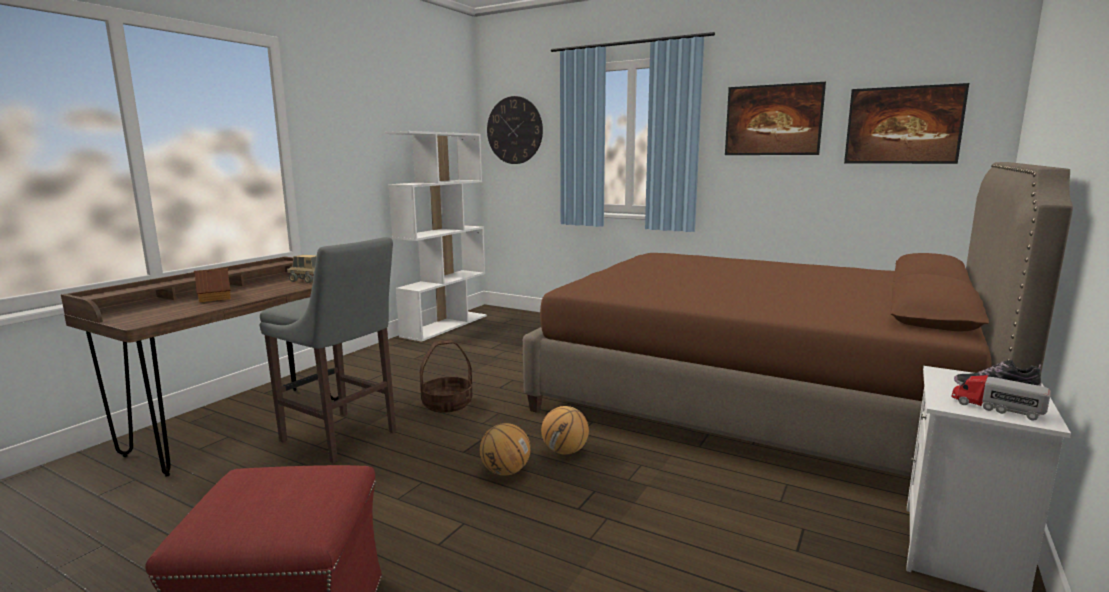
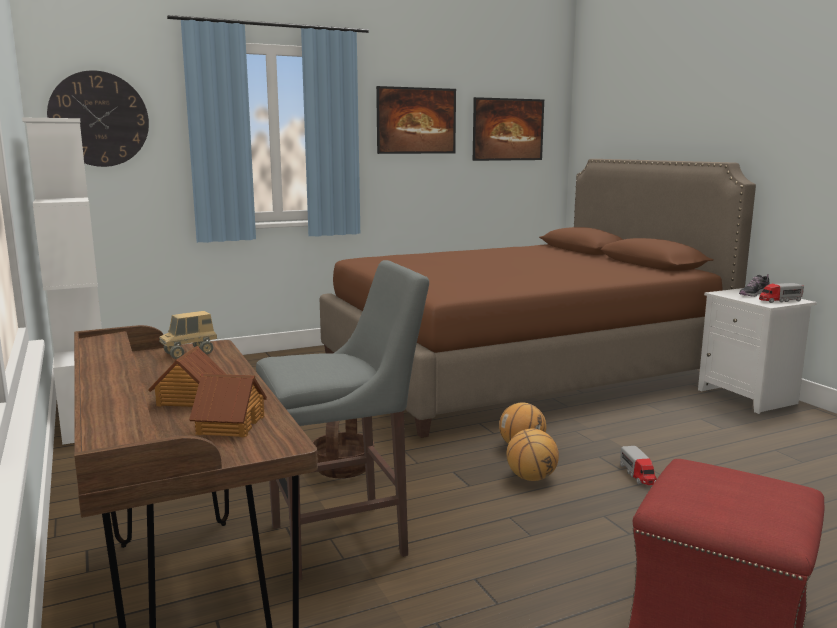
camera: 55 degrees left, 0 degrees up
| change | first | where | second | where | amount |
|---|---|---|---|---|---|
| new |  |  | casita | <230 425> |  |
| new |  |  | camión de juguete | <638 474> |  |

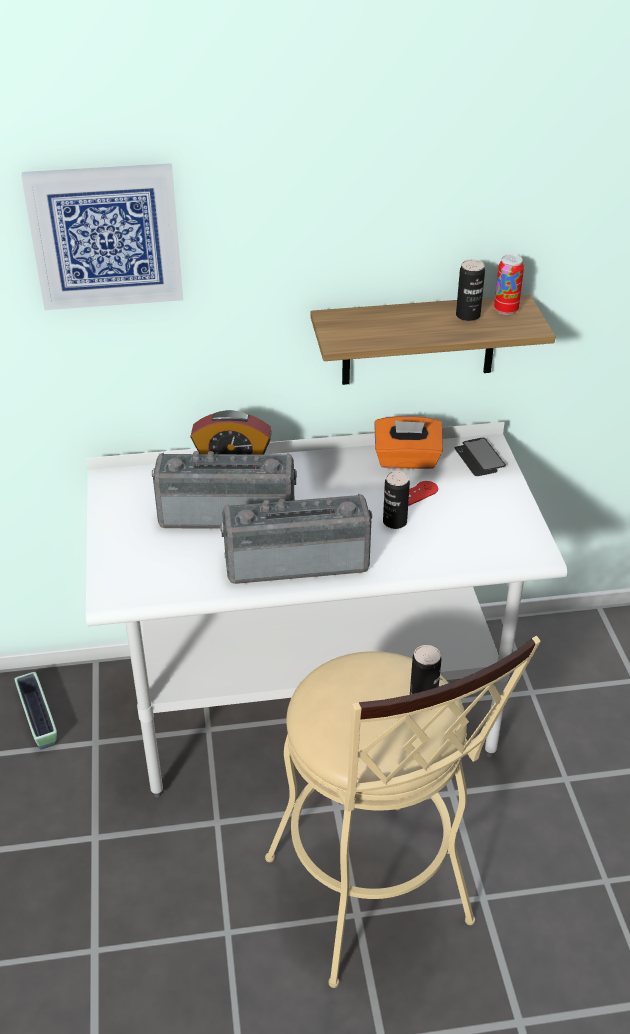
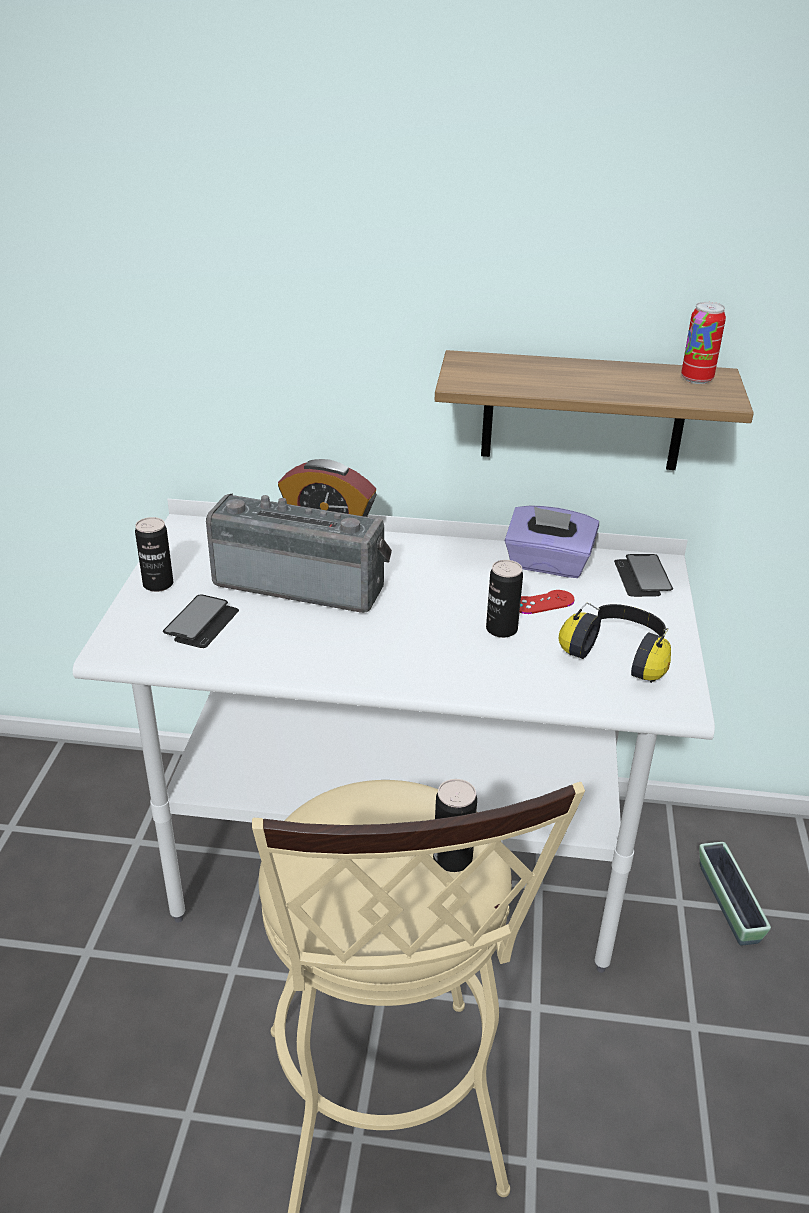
camera: 15 degrees right, 5 degrees down
| change | first | where | second | where | amount |
|---|---|---|---|---|---|
| shifted | maceta | <38 719> |  | <728 903> |  |
| gone | cuadro | <106 236> |  |  |  |
| gone | radio | <296 560> |  |  |  |
| repainted | caja de pañuelos/naranja | <407 460> | caja de pañuelos/morado | <548 564> |  |
| shifted | lata | <468 316> |  | <158 584> |  |
| new |  |  | móvil | <202 623> |  |
| new |  |  | auriculares | <618 655> |  |

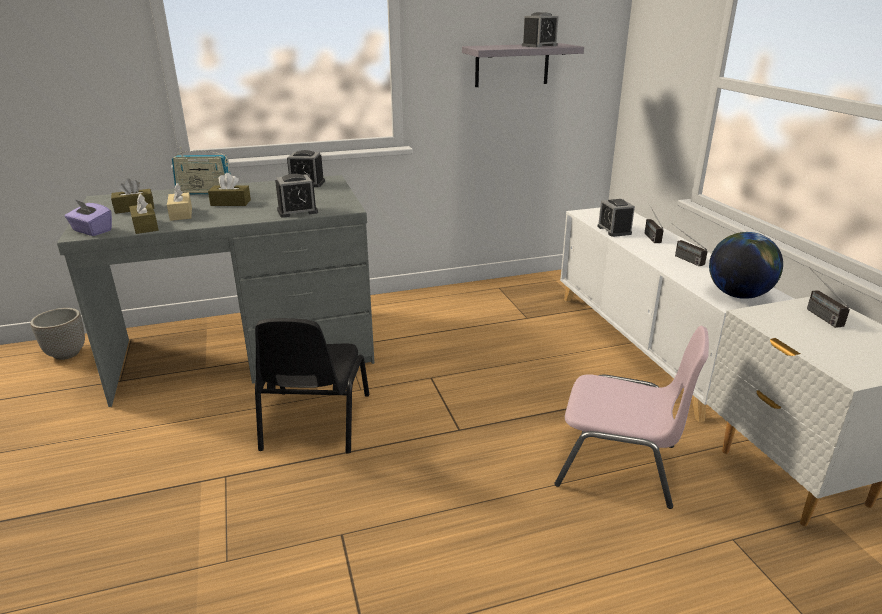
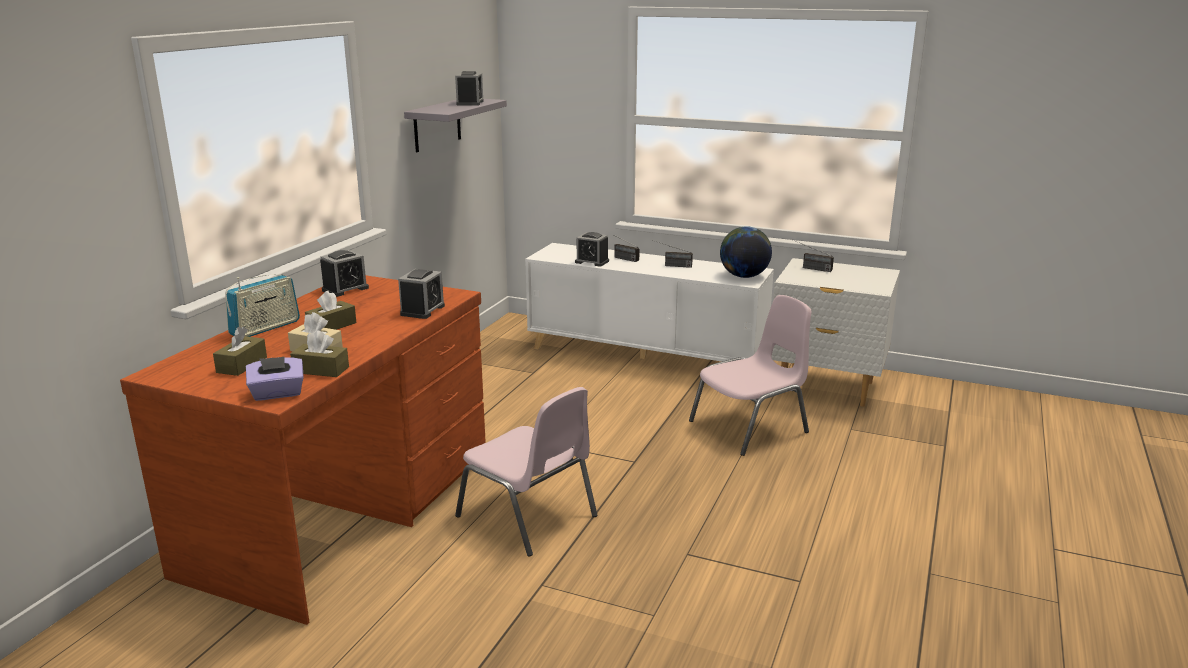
camera: 50 degrees left, 5 degrees down
| change | first | where | second | where | amount |
|---|---|---|---|---|---|
| gone | maceta | <67 354> |  |  |  |
| repainted | escritorio/gris | <246 352> | escritorio/marrón | <345 512> |  |
| repainted | silla/negro | <314 422> | silla/rosa | <528 517> |  |

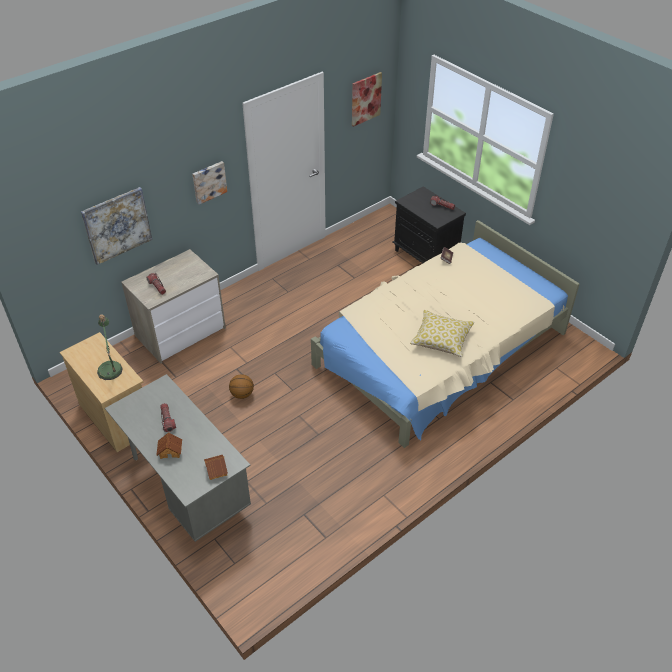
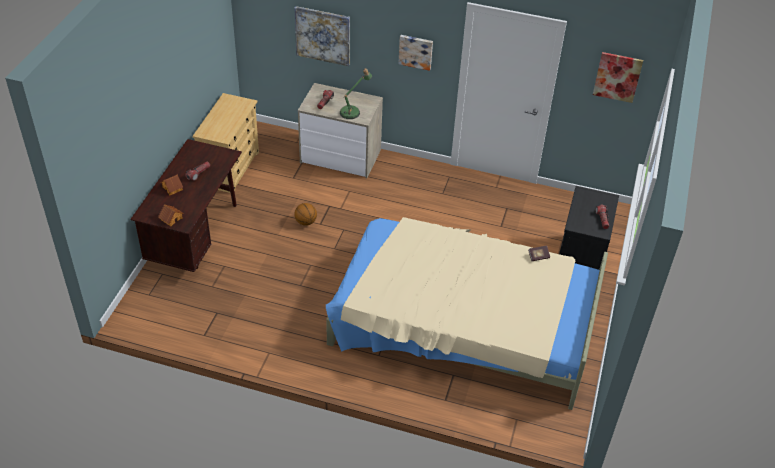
camera: 55 degrees right, 0 degrees up
| change | first | where | second | where | amount |
|---|---|---|---|---|---|
| shifted | lámpara de mesa | <110 367> |  | <352 111> |  |
| repainted | escritorio/gris | <186 488> | escritorio/marrón | <195 237> |  |
| gone | cojín | <441 339> |  |  |  |

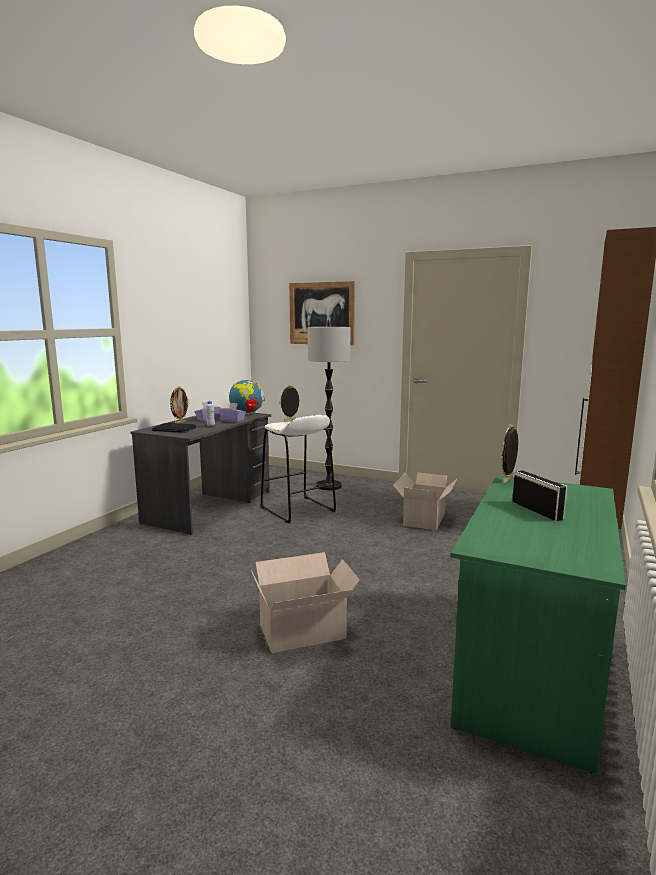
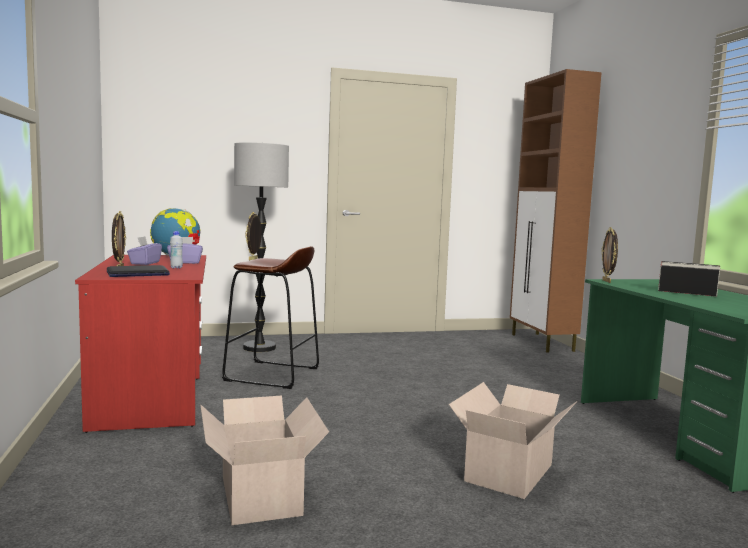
camera: 40 degrees left, 5 degrees down
| change | first | where | second | where | amount |
|---|---|---|---|---|---|
| repainted | escritorio/gris | <210 507> | escritorio/rojo | <152 393> |  |
| repainted | taburete/blanco | <297 509> | taburete/marrón | <272 374> |  |
| gone | cuadro | <321 313> |  |  |  |
| shifted | caja de cartón | <425 519> |  | <261 493> |  |

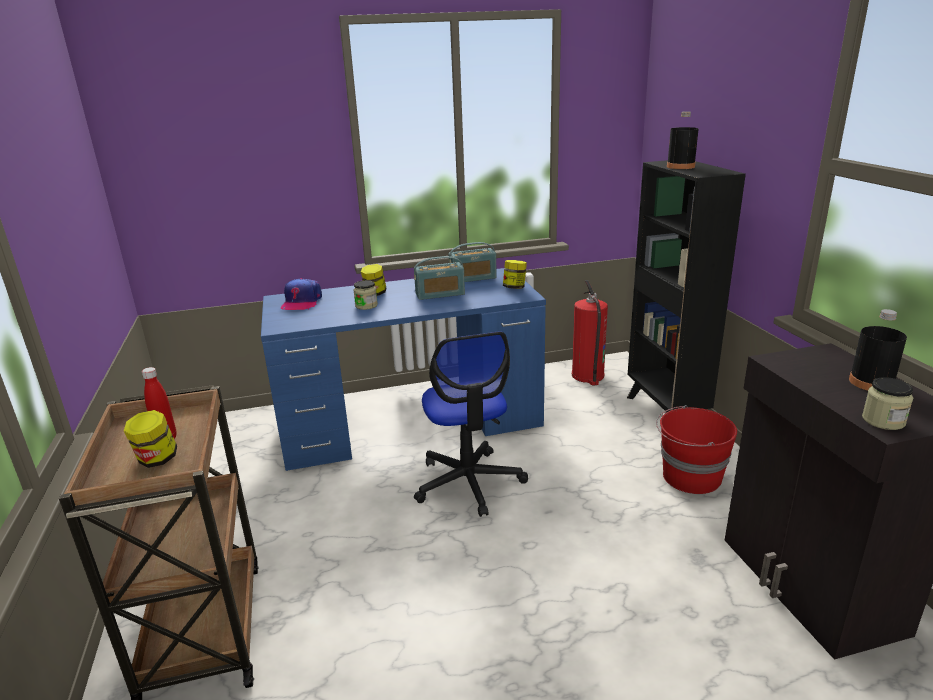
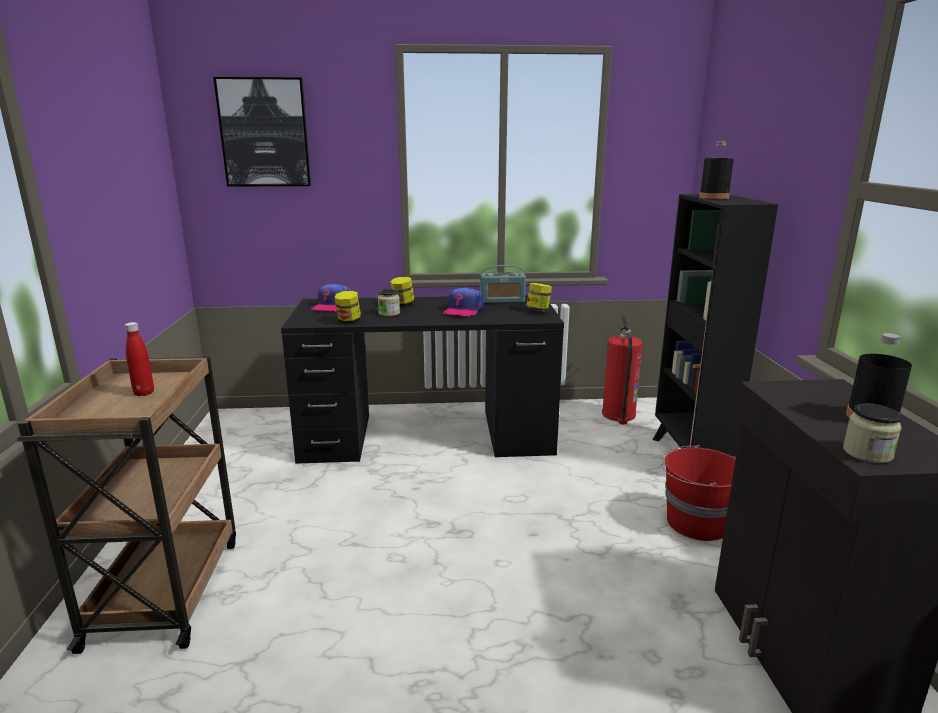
camera: 10 degrees right, 5 degrees down
| change | first | where | second | where | amount |
|---|---|---|---|---|---|
| shifted | tarro | <157 459> |  | <349 321> |  |
| repainted | escritorio/azul | <411 421> | escritorio/negro | <428 435> |  |
| swapped | radio | <440 294> | gorra | <463 310> |  |
| gone | silla de oficina | <469 482> |  |  |  |
| new |  |  | cuadro | <264 133> |  |

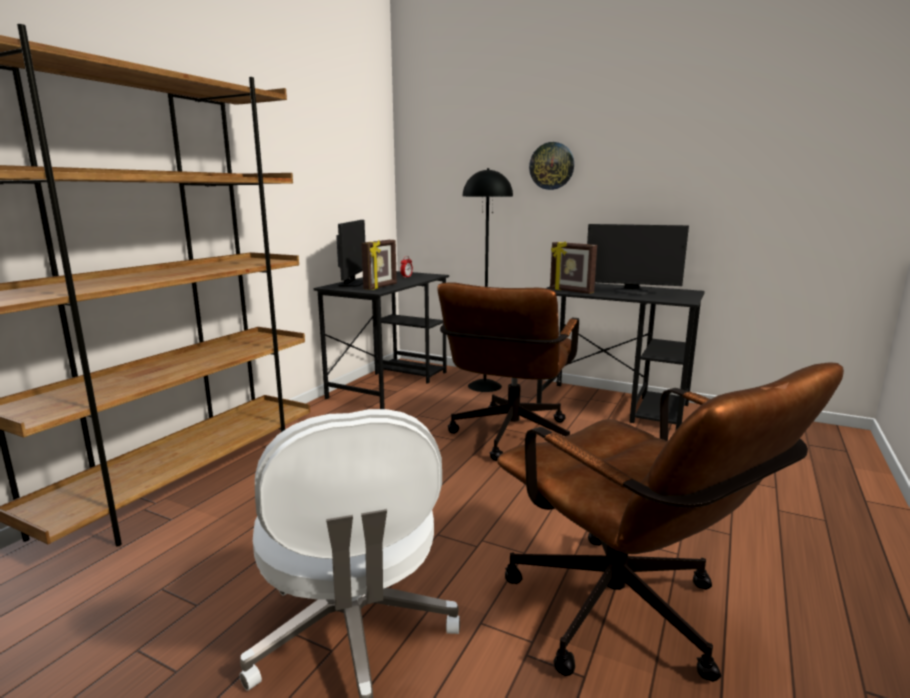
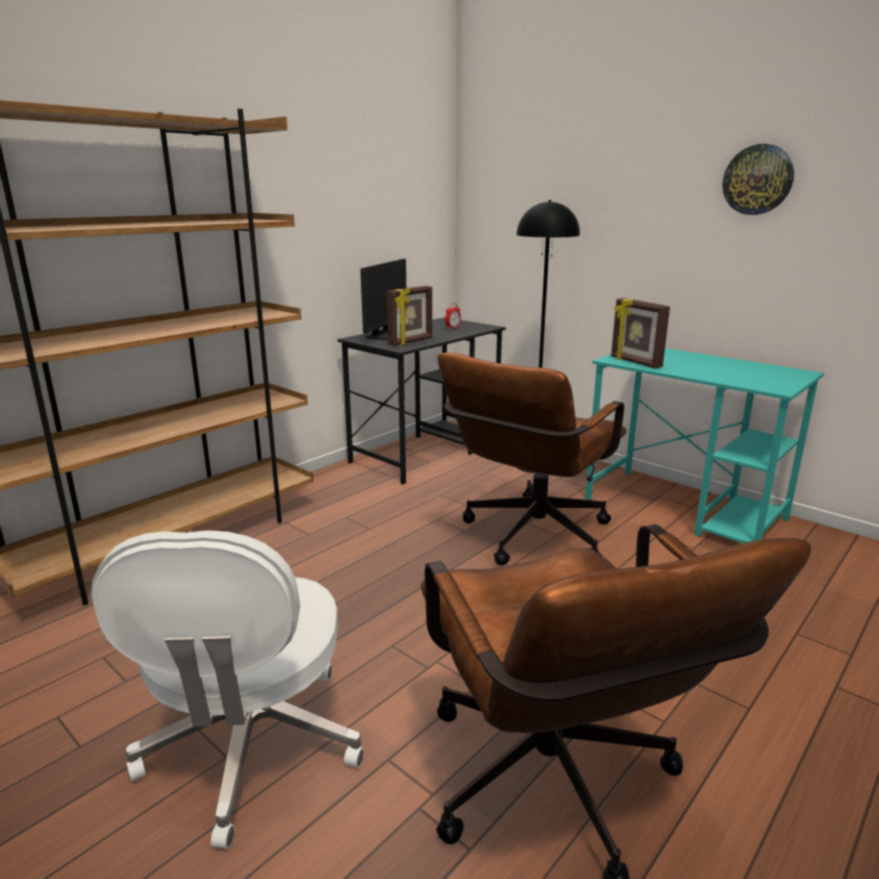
camera: 15 degrees right, 5 degrees up
| change | first | where | second | where | amount |
|---|---|---|---|---|---|
| shifted | reloj de pared | <551 166> |  | <758 180> |  |
| repainted | escritorio/negro | <613 406> | escritorio/turquesa | <685 509> |  |
| gone | monitor | <631 292> |  |  |  |

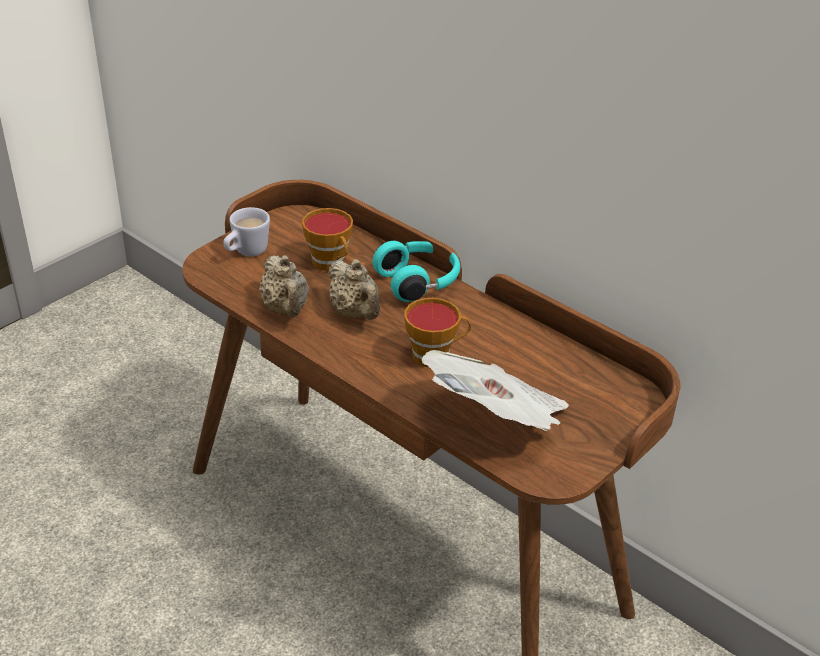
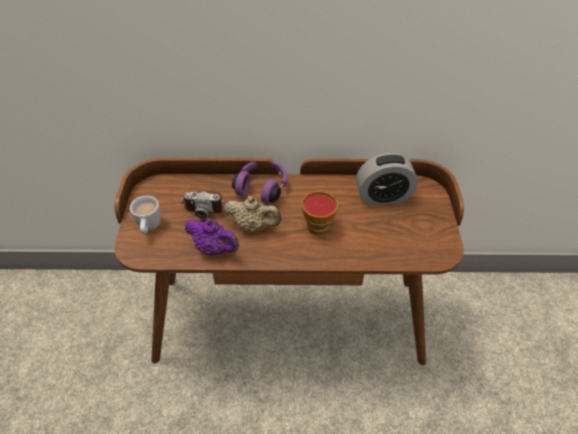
camera: 40 degrees left, 10 degrees up
| change | first | where | second | where | amount |
|---|---|---|---|---|---|
| repainted | tetera/beis | <286 309> | tetera/morado | <214 248> |  |
| swapped | taza | <331 263> | cámara | <205 204> |  |
| repainted | auriculares/turquesa | <419 281> | auriculares/morado | <262 187> |  |
| gone | periódico | <496 419> |  |  |  |
| new |  |  | despertador | <383 197> |  |

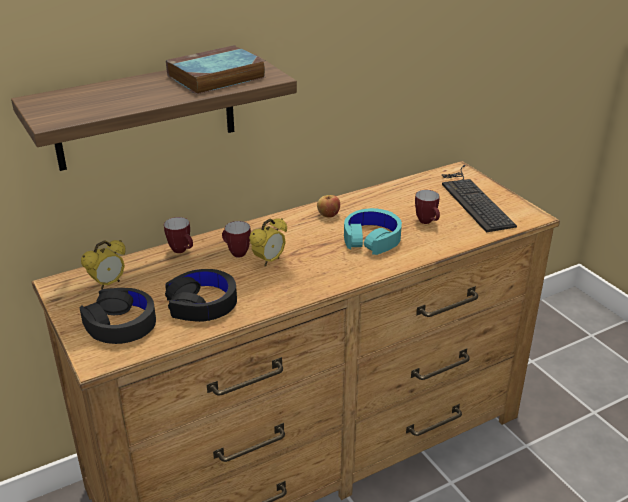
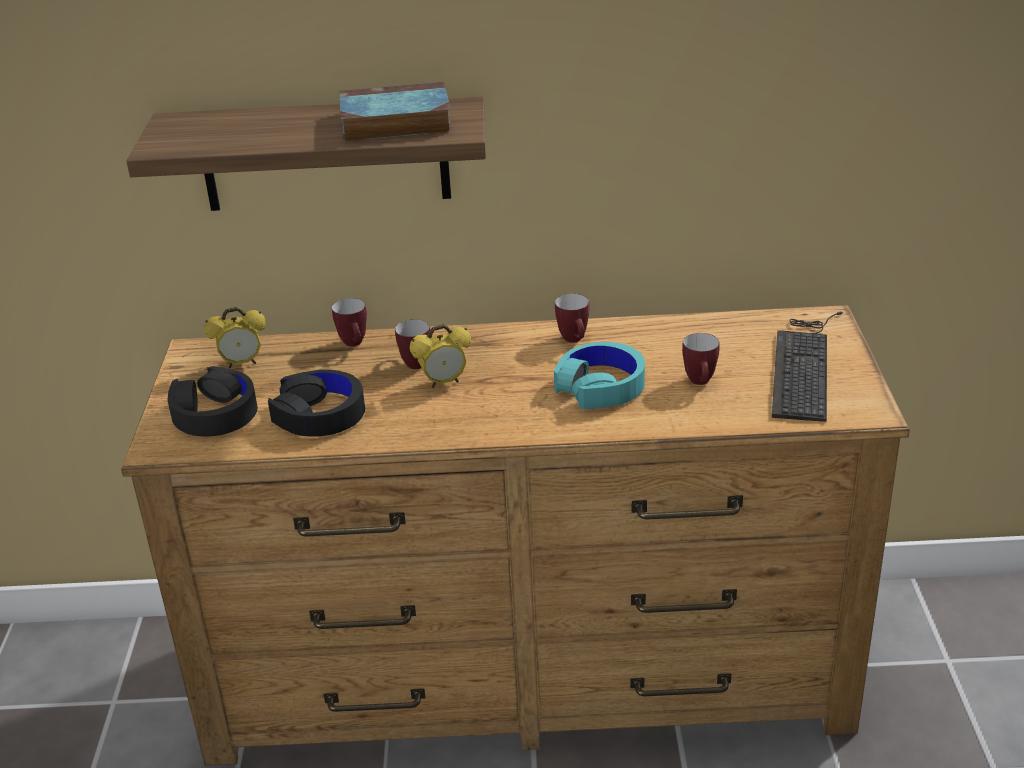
camera: 30 degrees right, 0 degrees up
| change | first | where | second | where | amount |
|---|---|---|---|---|---|
| swapped | manzana | <328 215> | taza grande | <575 340> |  |

